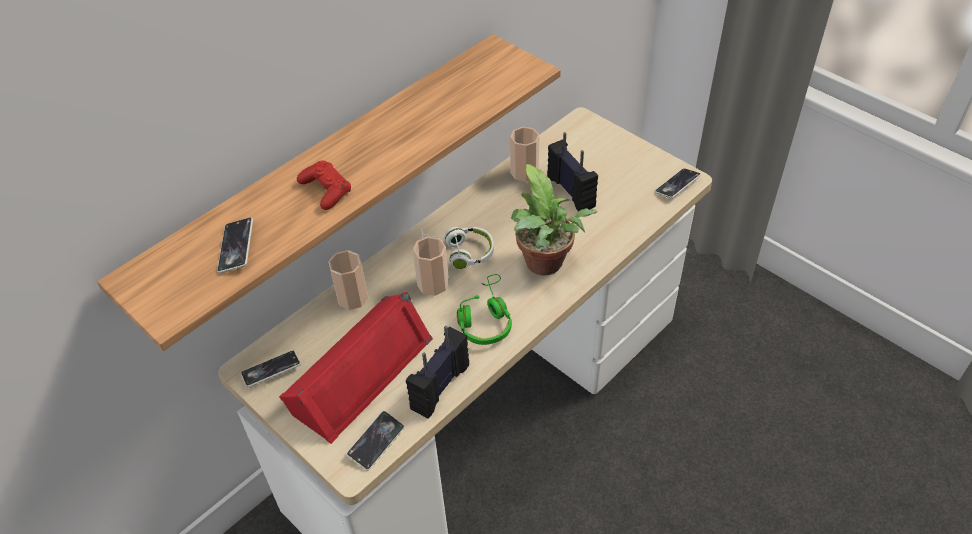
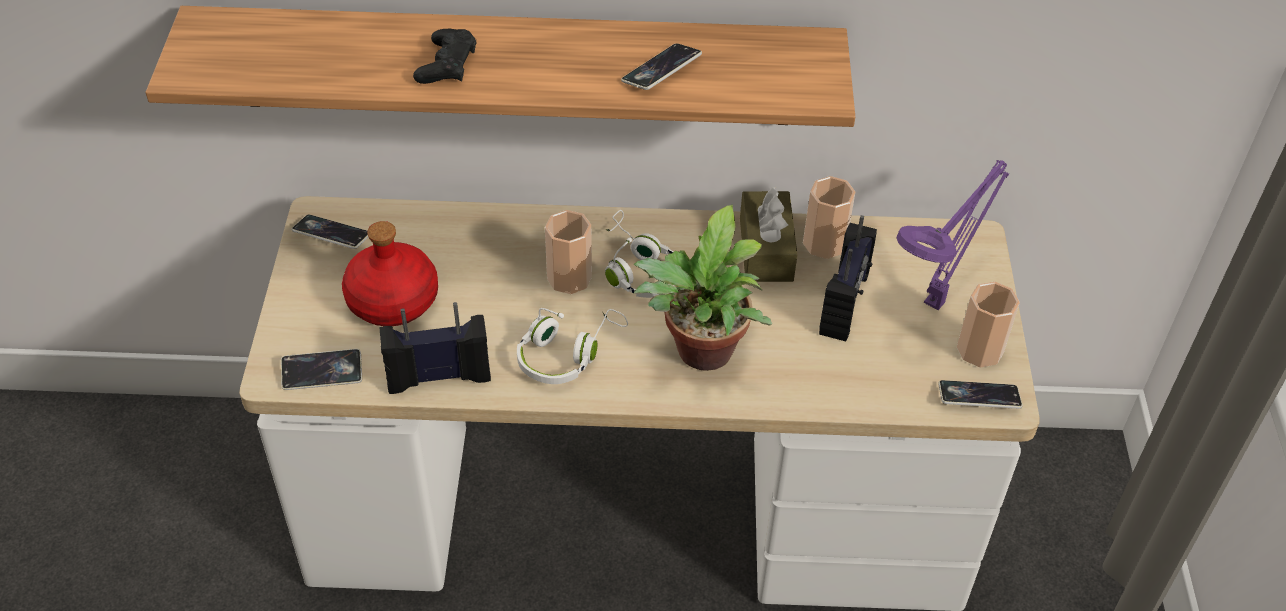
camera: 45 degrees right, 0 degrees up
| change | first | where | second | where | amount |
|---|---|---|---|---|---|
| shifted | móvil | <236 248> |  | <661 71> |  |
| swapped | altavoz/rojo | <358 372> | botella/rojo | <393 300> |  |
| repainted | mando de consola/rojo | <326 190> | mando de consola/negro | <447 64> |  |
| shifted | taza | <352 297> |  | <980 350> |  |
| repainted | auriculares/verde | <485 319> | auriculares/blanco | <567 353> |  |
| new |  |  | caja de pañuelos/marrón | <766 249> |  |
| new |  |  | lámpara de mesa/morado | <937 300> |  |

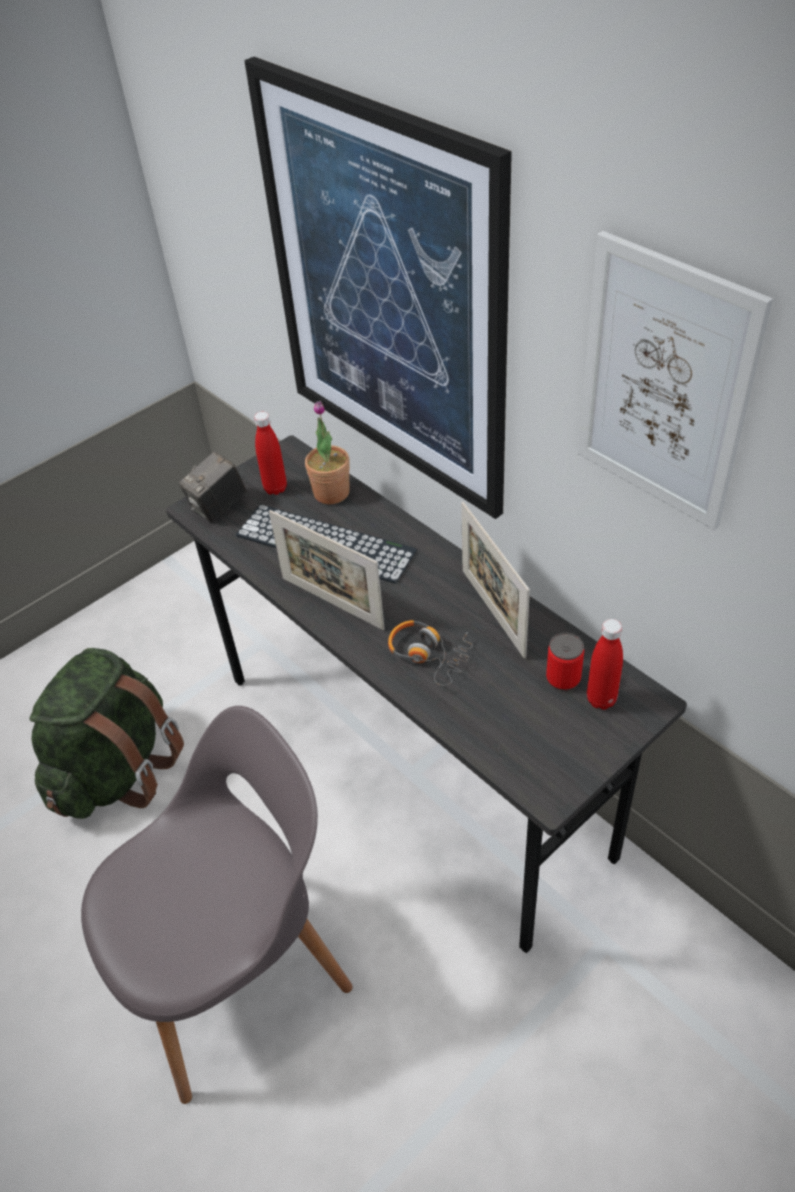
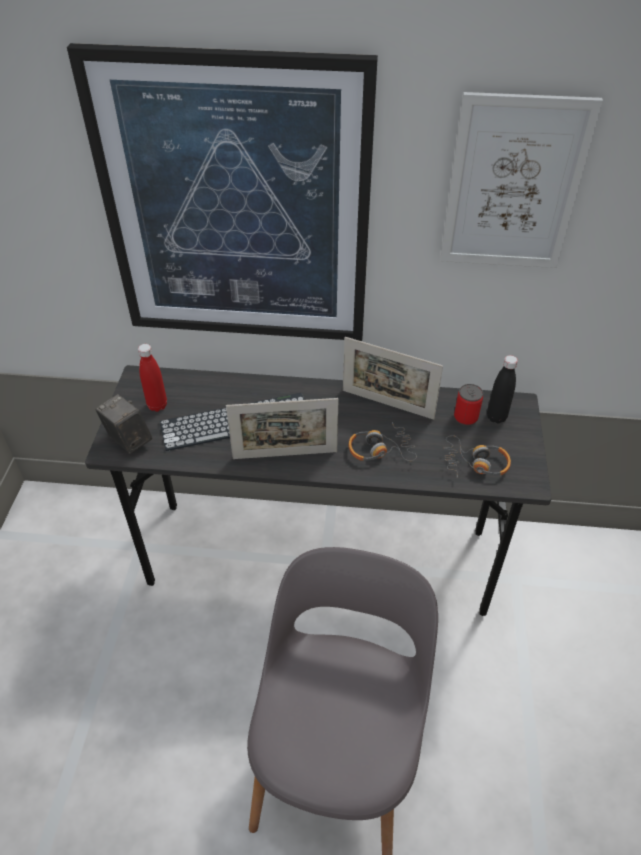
camera: 45 degrees left, 0 degrees up
| change | first | where | second | where | amount |
|---|---|---|---|---|---|
| gone | mochila/verde | <117 770> |  |  |  |
| rotated | cámara | <218 507> |  | <128 439> | 135 degrees clockwise |
| gone | planta en maceta | <331 493> |  |  |  |
| repainted | botella/rojo | <601 699> | botella/negro | <496 417> |  |
| new |  |  | auriculares | <475 463> |  |

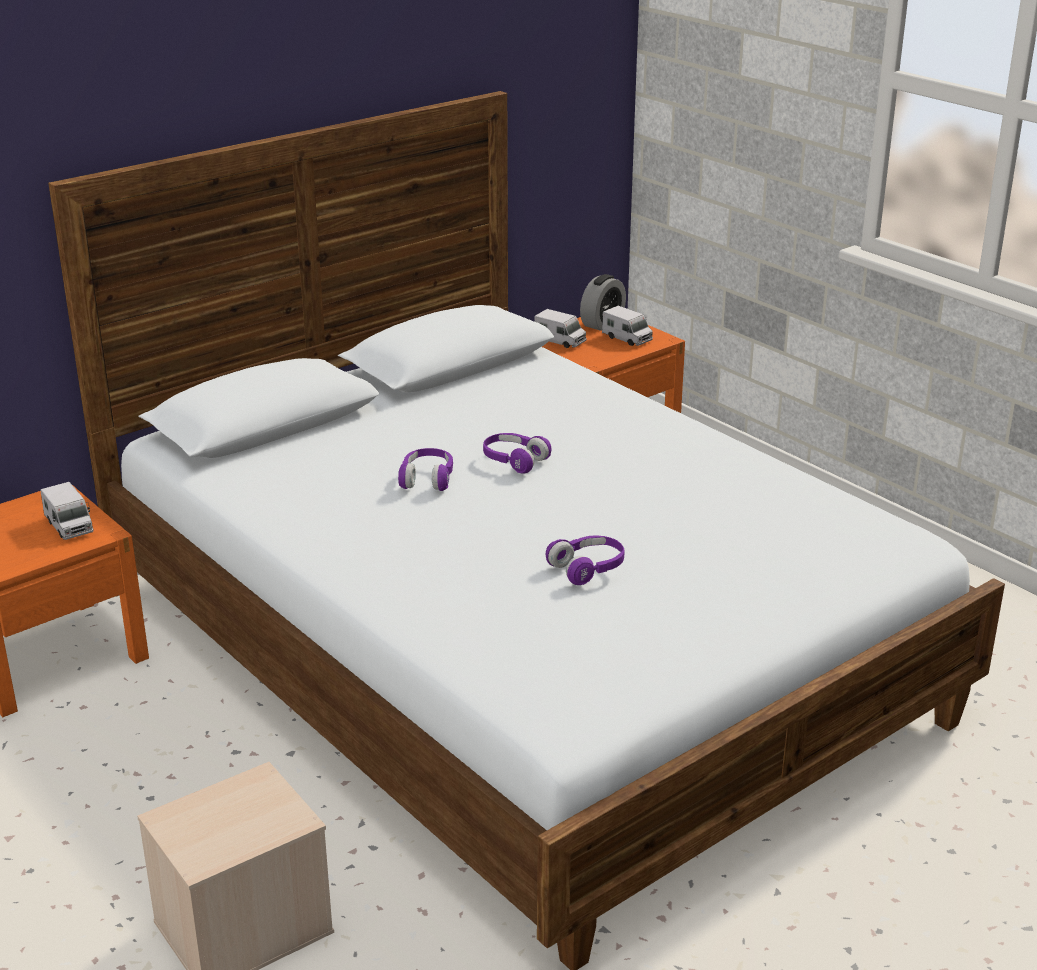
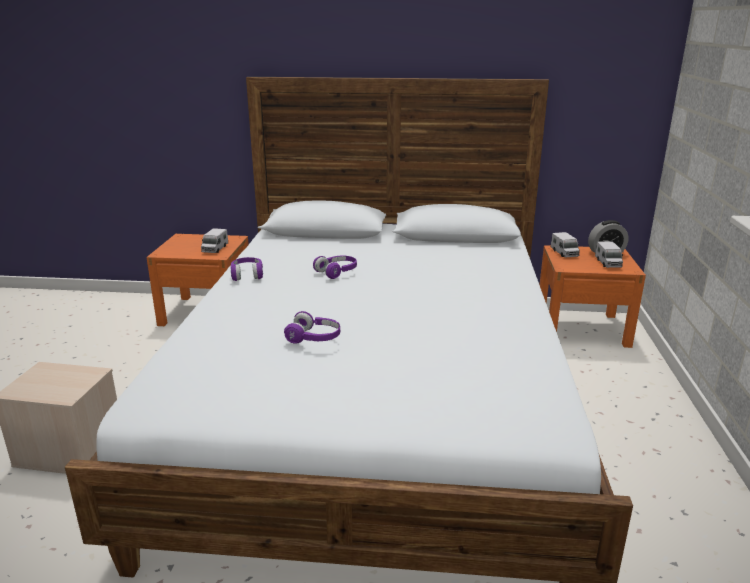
camera: 45 degrees right, 5 degrees down
| change | first | where | second | where | amount |
|---|---|---|---|---|---|
| shifted | auriculares/morado | <514 461> |  | <247 275> |  |

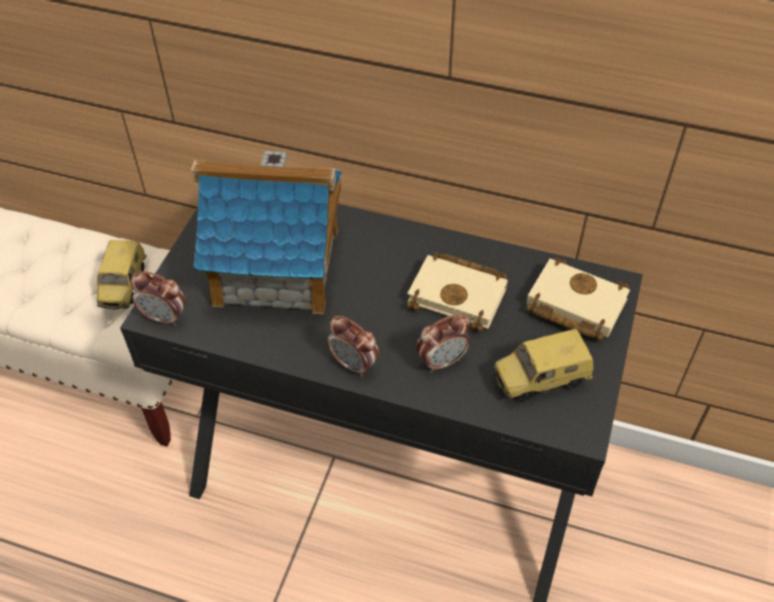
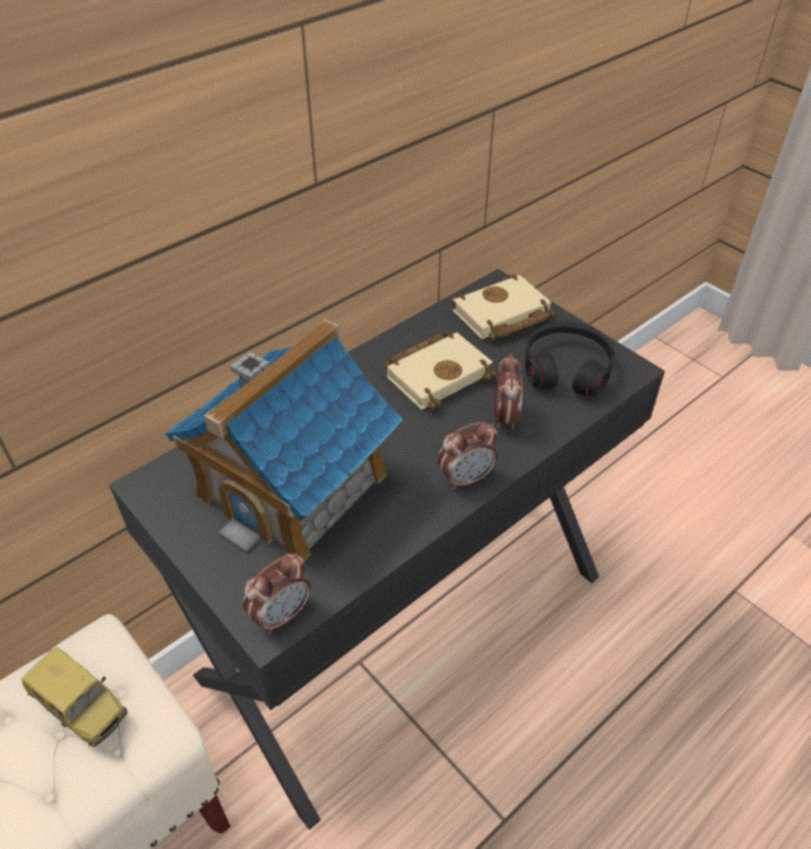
camera: 60 degrees left, 5 degrees down
| change | first | where | second | where | amount |
|---|---|---|---|---|---|
| swapped | coche de juguete | <541 381> | auriculares/negro | <566 368> |  |

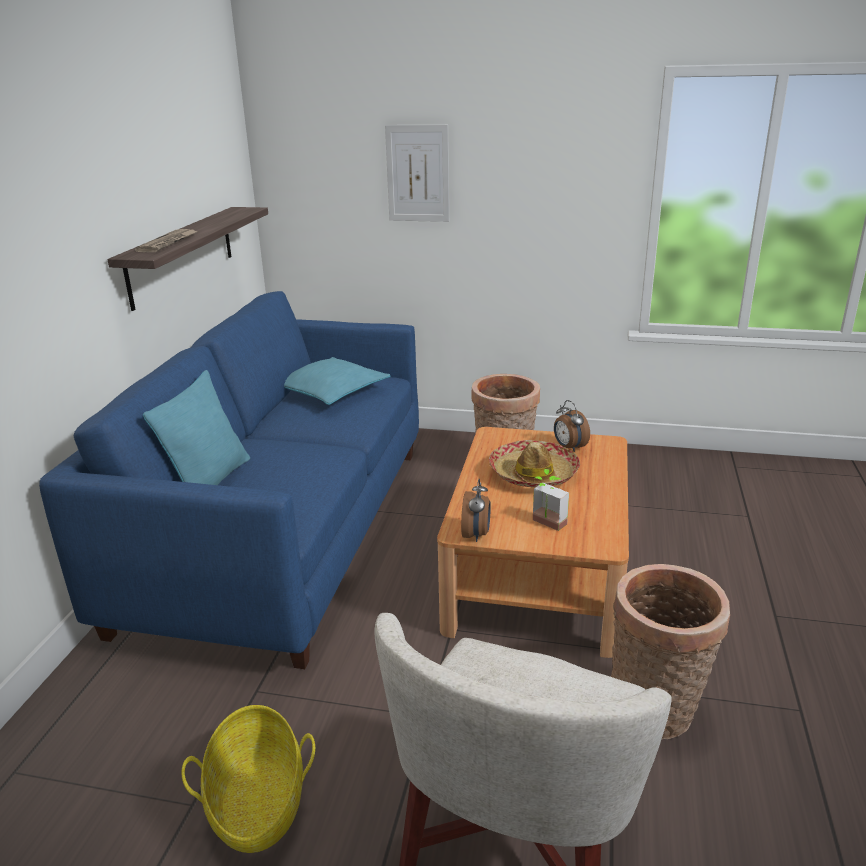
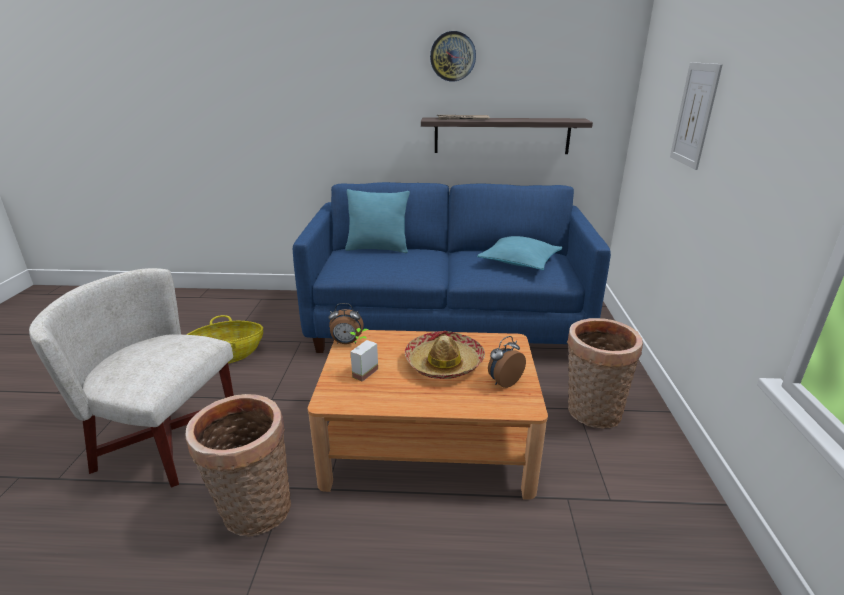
camera: 80 degrees right, 0 degrees up
| change | first | where | second | where | amount |
|---|---|---|---|---|---|
| new |  |  | reloj de pared | <453 56> |  |

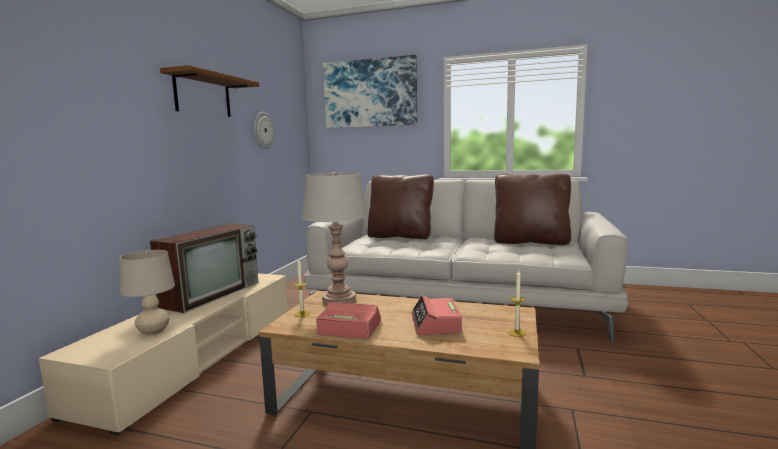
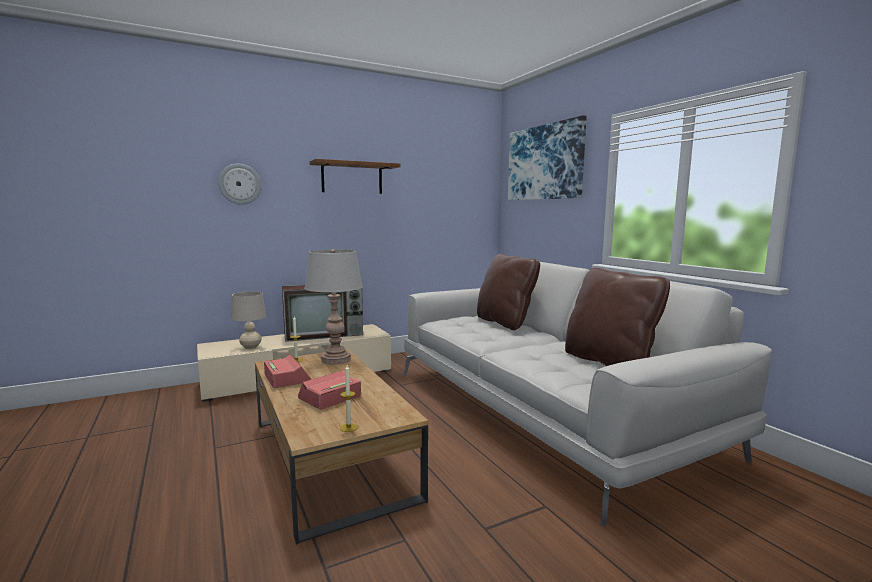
camera: 45 degrees right, 0 degrees up
| change | first | where | second | where | amount |
|---|---|---|---|---|---|
| shifted | reloj de pared | <263 130> |  | <240 184> |  |

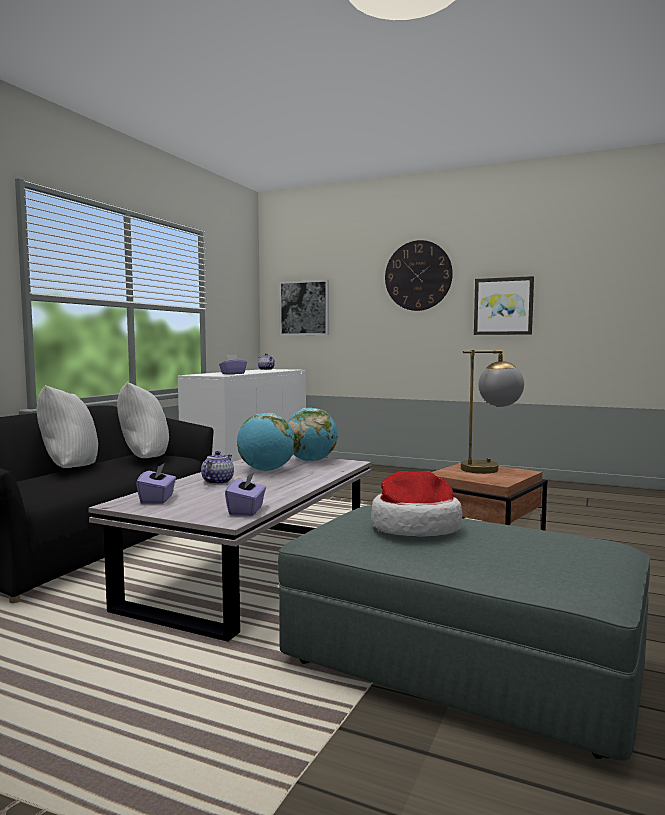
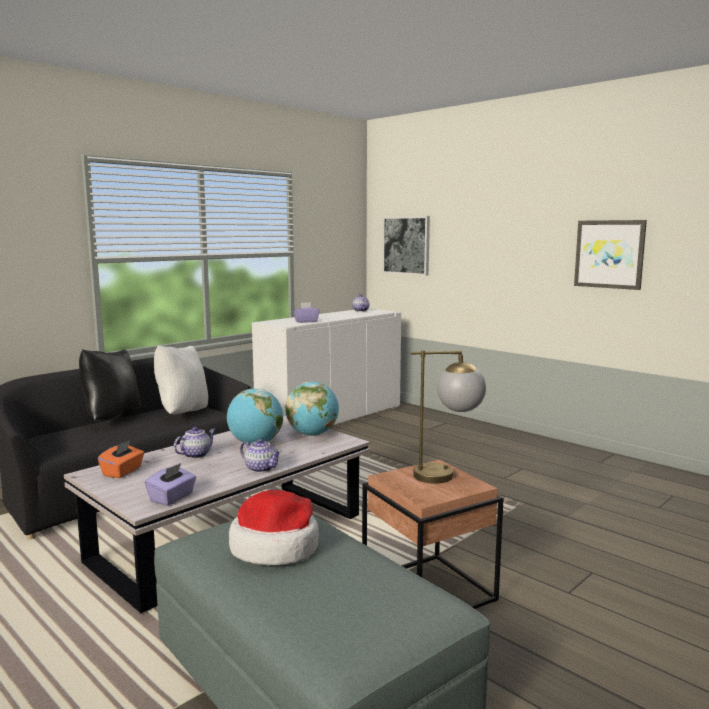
camera: 20 degrees right, 5 degrees up
| change | first | where | second | where | amount |
|---|---|---|---|---|---|
| repainted | cojín/blanco | <68 469> | cojín/negro | <112 419> |  |
| repainted | caja de pañuelos/morado | <157 499> | caja de pañuelos/naranja | <123 472> |  |
| gone | reloj de pared | <418 275> |  |  |  |
| new |  |  | tetera | <261 468> |  |

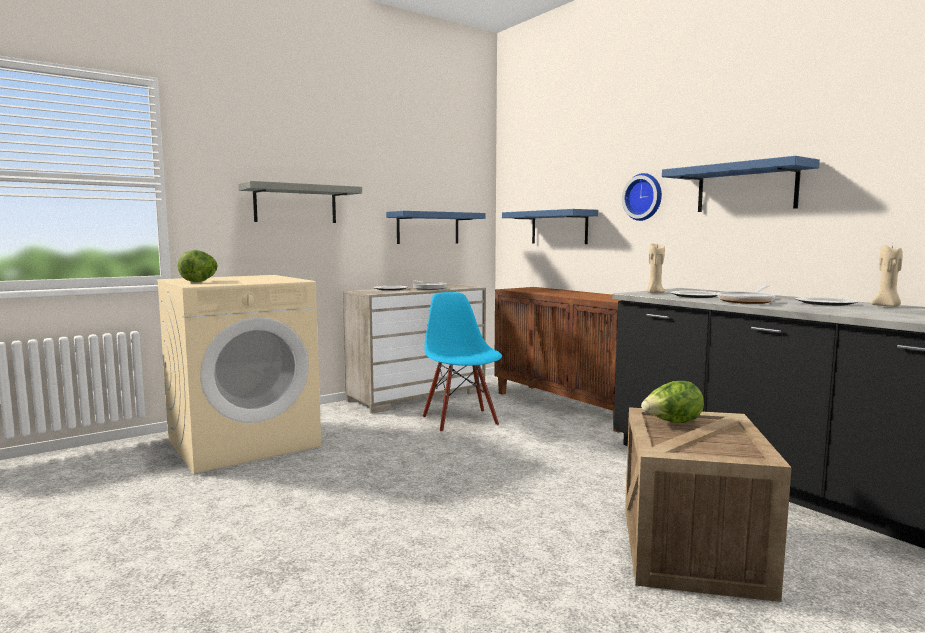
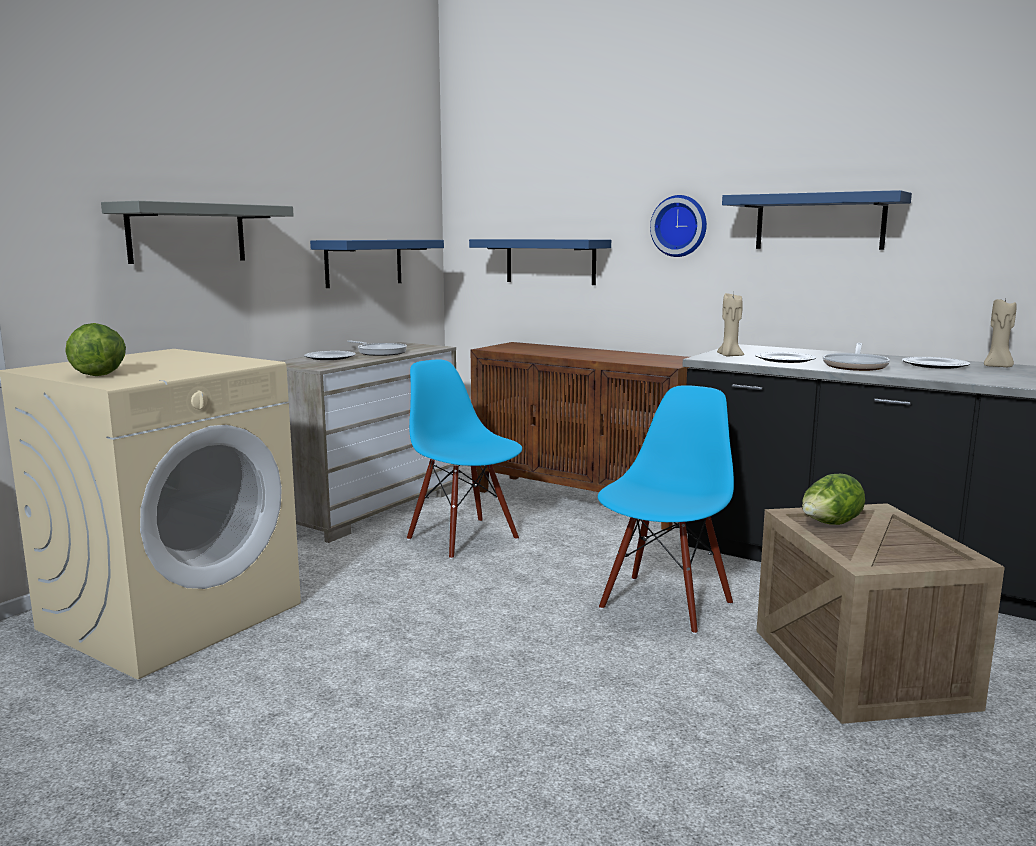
camera: 20 degrees left, 5 degrees up
| change | first | where | second | where | amount |
|---|---|---|---|---|---|
| new |  |  | silla/azul | <664 604> |  |

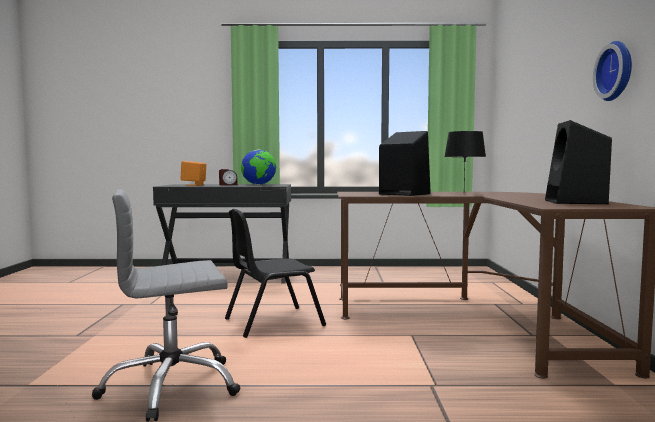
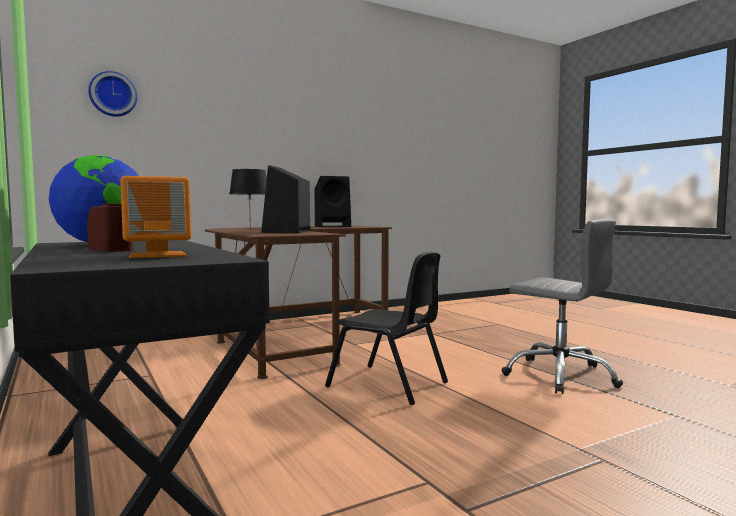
camera: 120 degrees left, 0 degrees up
| change | first | where | second | where | amount |
|---|---|---|---|---|---|
| shifted | reloj de pared | <617 71> |  | <113 94> |  |

